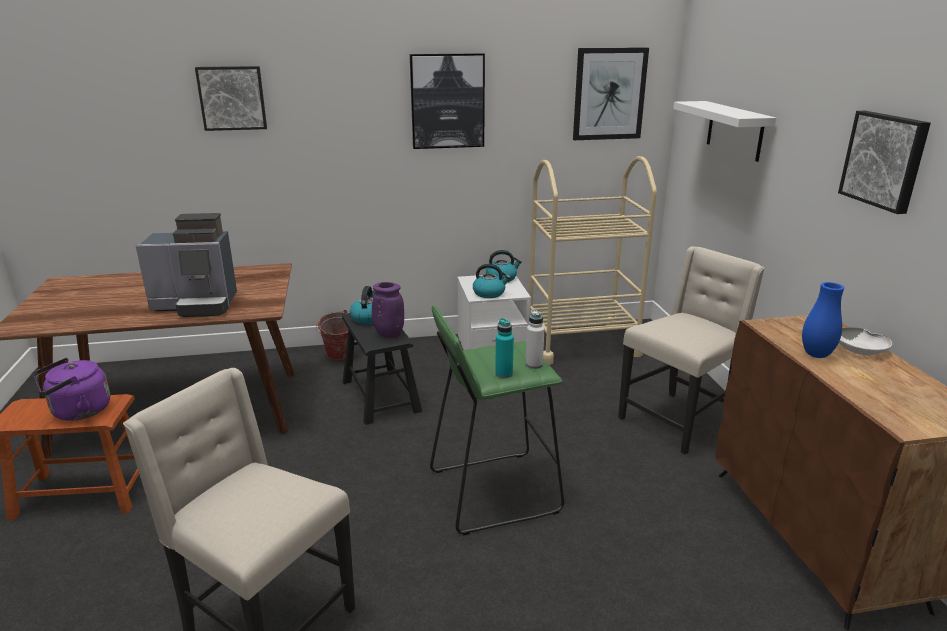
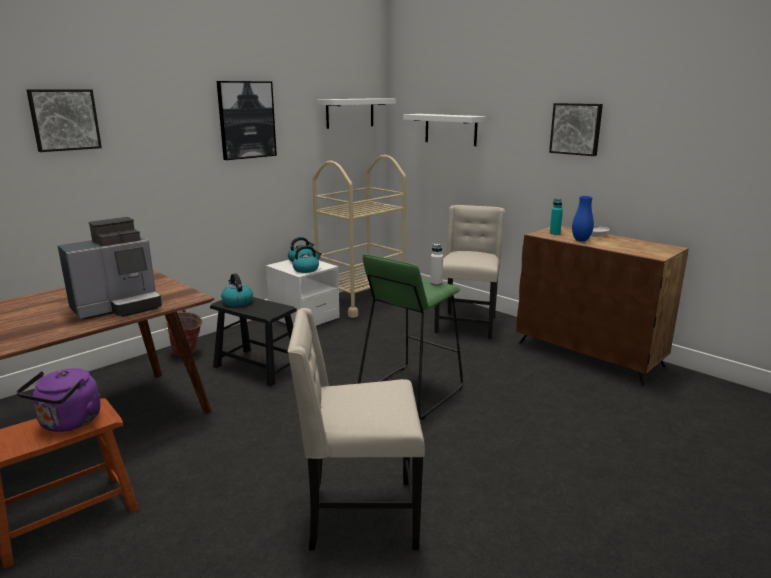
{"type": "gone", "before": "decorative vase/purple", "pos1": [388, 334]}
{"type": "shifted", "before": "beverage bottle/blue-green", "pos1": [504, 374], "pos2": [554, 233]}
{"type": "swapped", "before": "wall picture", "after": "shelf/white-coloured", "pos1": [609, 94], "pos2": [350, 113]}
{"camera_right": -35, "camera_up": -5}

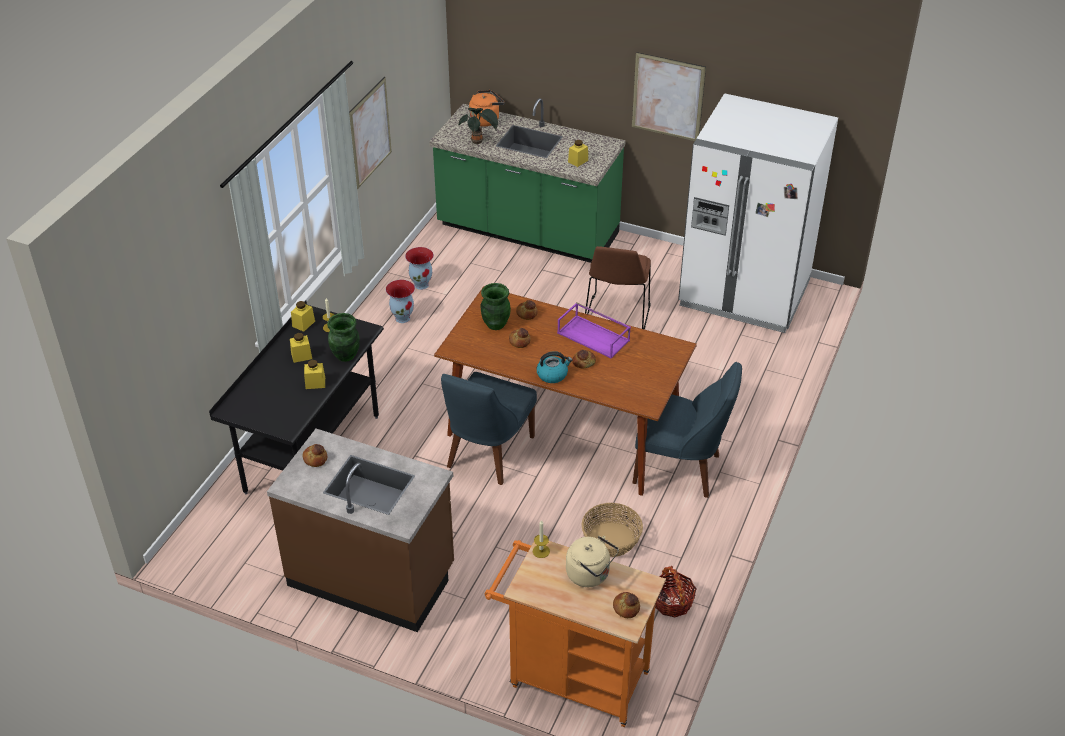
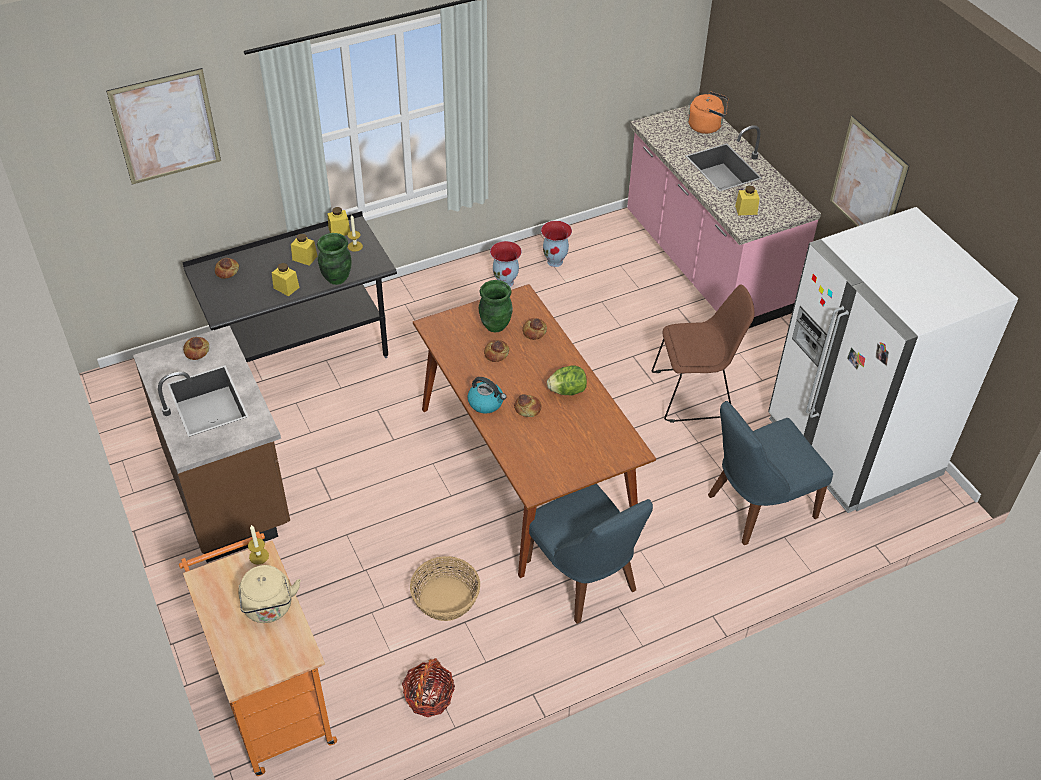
{"type": "shifted", "before": "wall picture", "pos1": [370, 133], "pos2": [166, 127]}
{"type": "repainted", "before": "kitchen counter/green", "after": "kitchen counter/pink", "pos1": [527, 232], "pos2": [705, 264]}
{"type": "shifted", "before": "chair/blue", "pos1": [488, 454], "pos2": [757, 507]}
{"type": "gone", "before": "potted plant", "pos1": [478, 142]}
{"type": "swapped", "before": "serving tray/purple", "after": "lettuce", "pos1": [594, 336], "pos2": [567, 391]}
{"type": "rotated", "before": "chair/brownish", "pos1": [616, 317], "pos2": [695, 394], "turn": -150}
{"type": "shifted", "before": "bakery bread", "pos1": [626, 608], "pos2": [227, 271]}
{"camera_right": 40, "camera_up": 5}

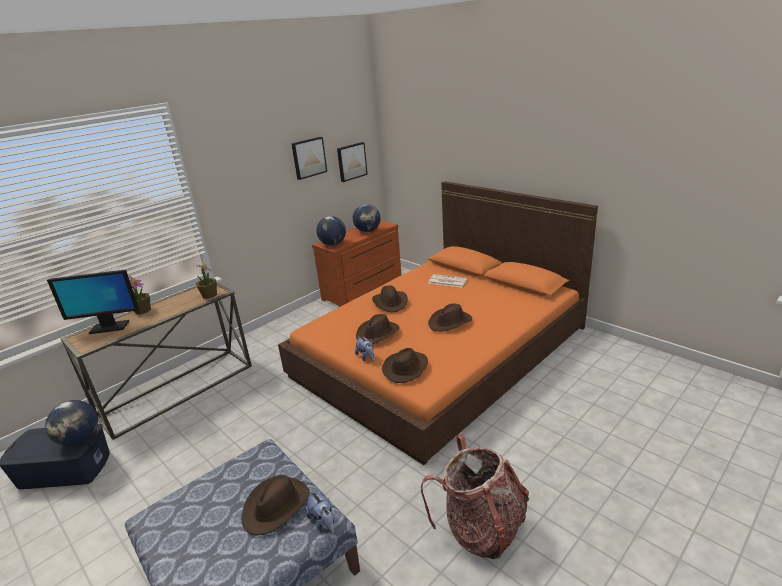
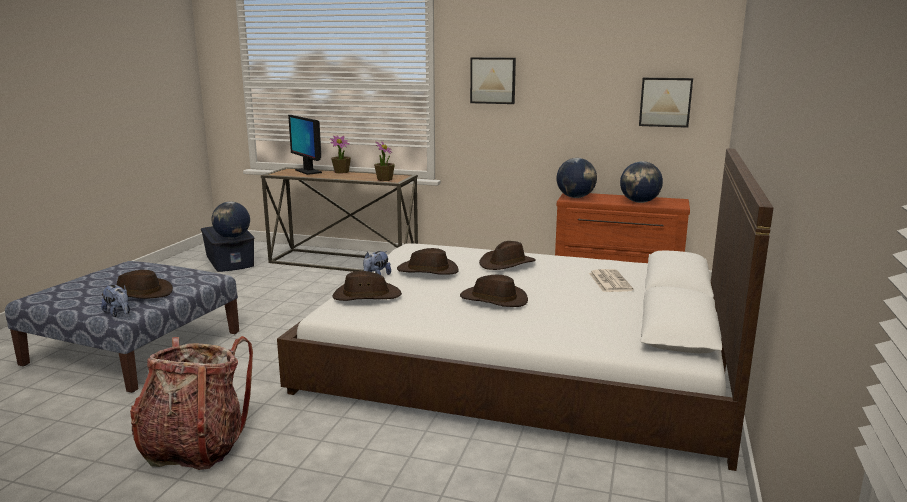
{"type": "repainted", "before": "bedroom bed/orange-coloured", "after": "bedroom bed/white-coloured", "pos1": [440, 351], "pos2": [522, 359]}
{"type": "shifted", "before": "wall picture", "pos1": [308, 157], "pos2": [493, 80]}
{"type": "rotated", "before": "soft toy", "pos1": [323, 522], "pos2": [118, 313], "turn": -75}
{"camera_right": 60, "camera_up": -10}

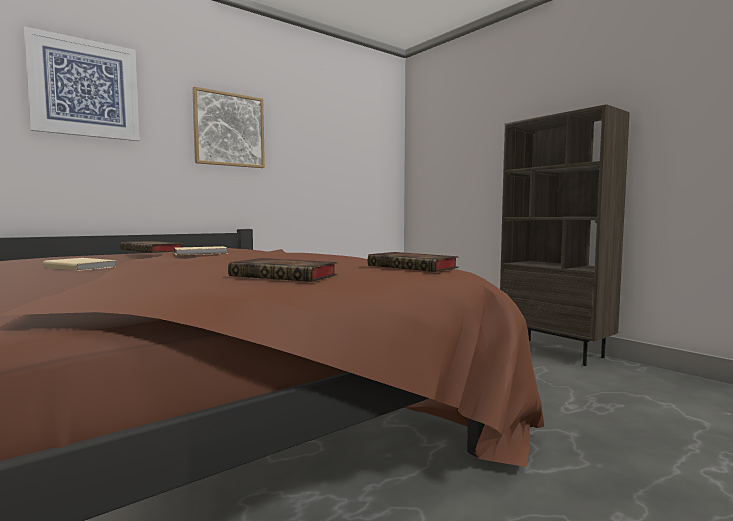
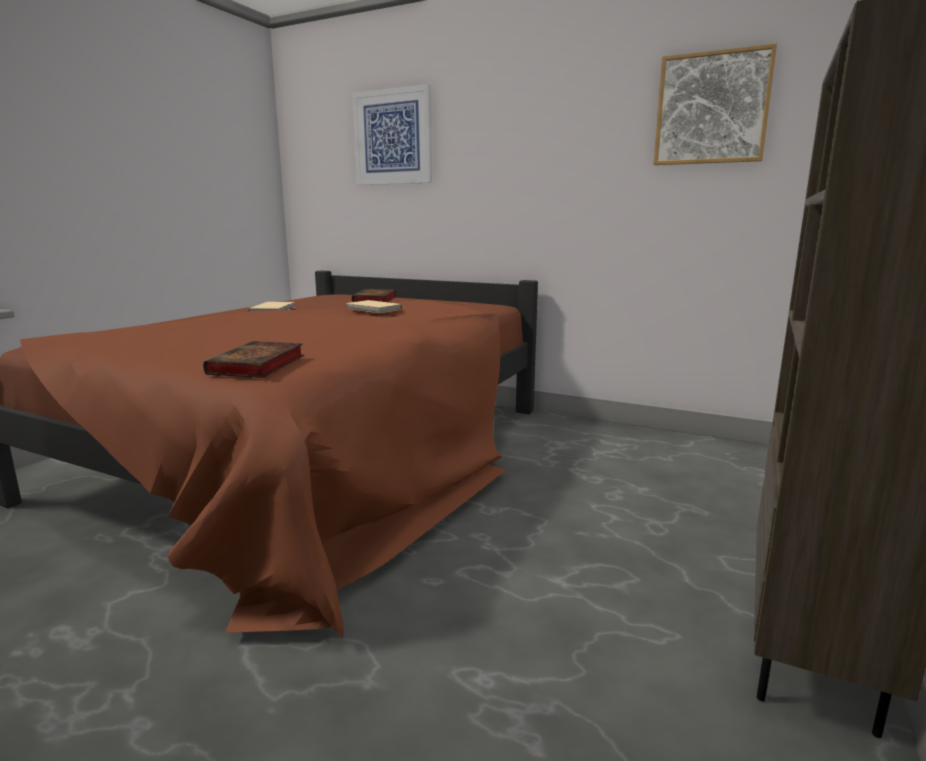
{"type": "shifted", "before": "wall picture", "pos1": [229, 130], "pos2": [712, 108]}
{"type": "gone", "before": "bound book", "pos1": [287, 276]}
{"camera_right": 65, "camera_up": 10}

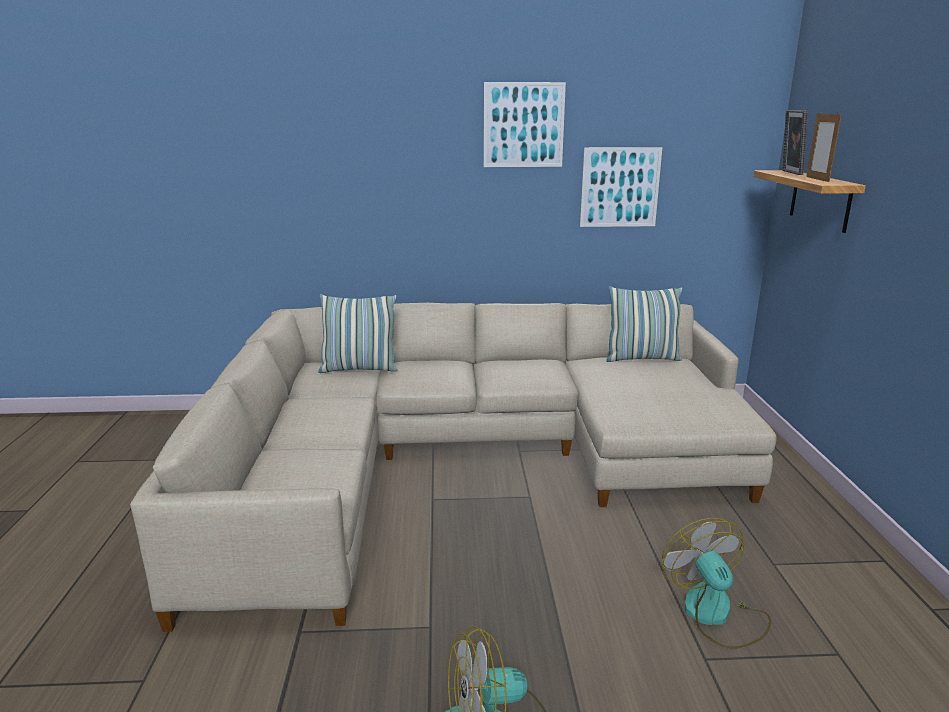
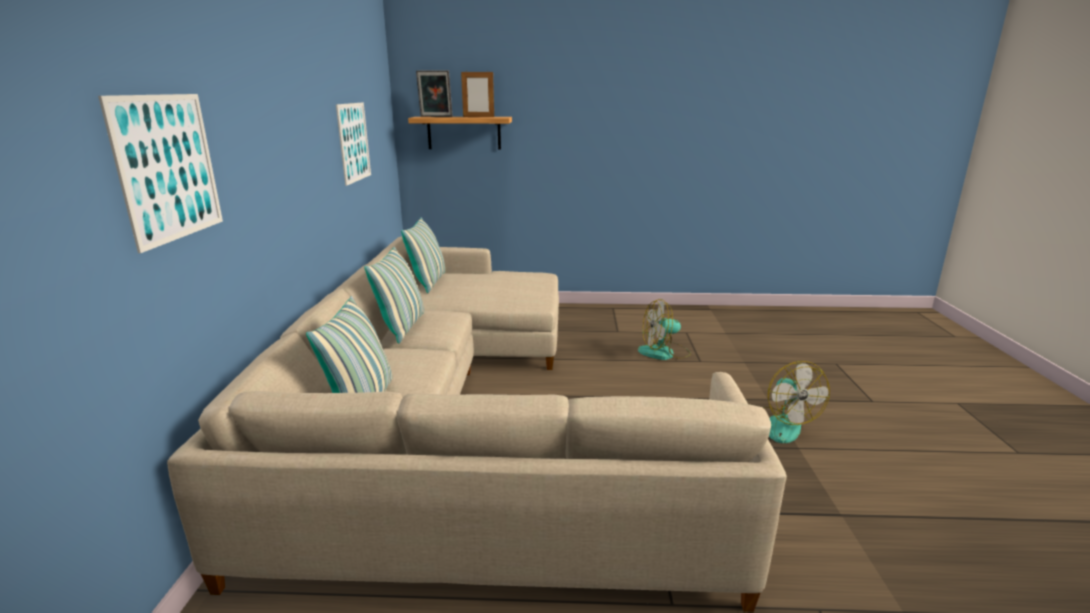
{"type": "shifted", "before": "wall picture", "pos1": [523, 125], "pos2": [168, 168]}
{"type": "new", "after": "pillow", "pos2": [402, 327]}
{"camera_right": -85, "camera_up": 0}

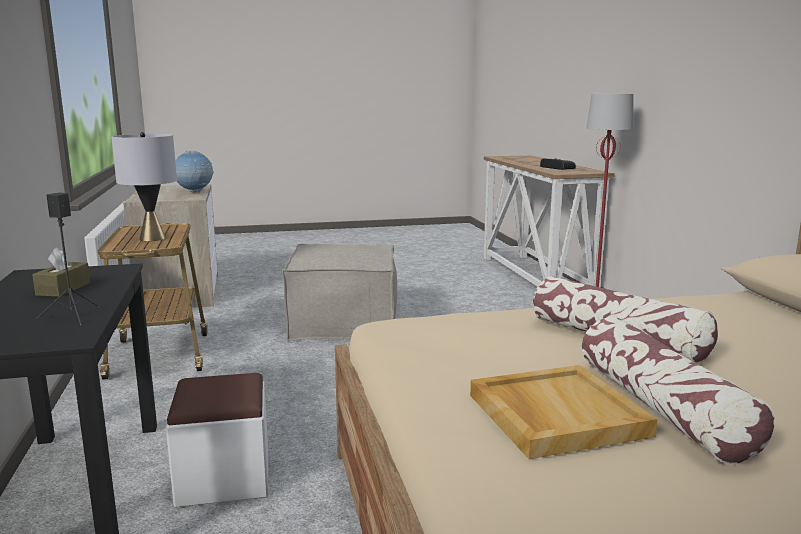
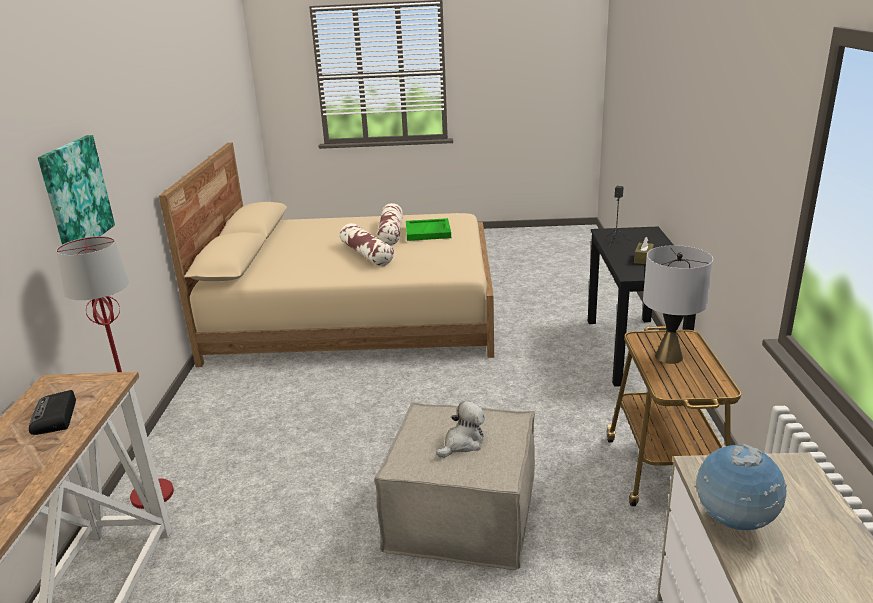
{"type": "gone", "before": "ottoman/white-coloured", "pos1": [224, 478]}
{"type": "repainted", "before": "serving tray/beige-coloured", "after": "serving tray/green", "pos1": [555, 414], "pos2": [428, 232]}
{"type": "new", "after": "wall picture", "pos2": [75, 194]}
{"type": "new", "after": "soft toy", "pos2": [463, 443]}
{"camera_right": -165, "camera_up": 10}

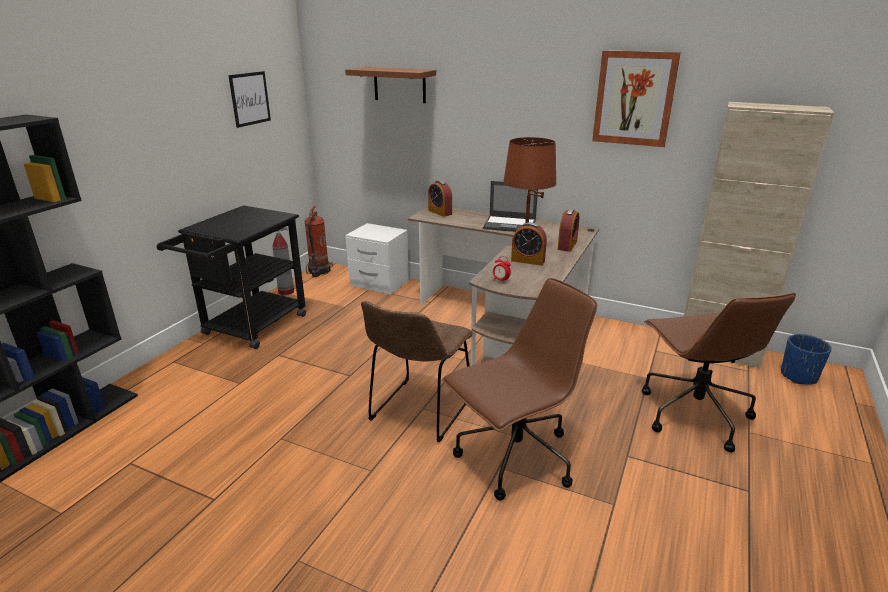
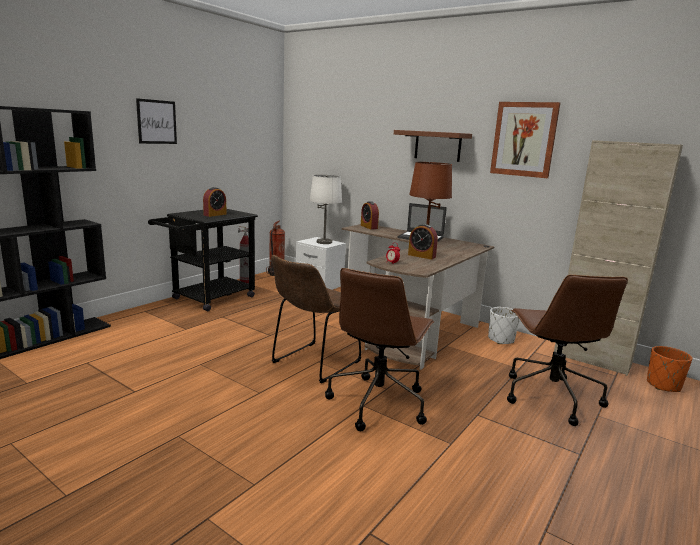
{"type": "shifted", "before": "wall picture", "pos1": [250, 99], "pos2": [156, 122]}
{"type": "shifted", "before": "shelf/brownish", "pos1": [399, 85], "pos2": [437, 146]}
{"type": "rotated", "before": "office chair/brownish", "pos1": [514, 459], "pos2": [378, 402], "turn": 135}
{"type": "shifted", "before": "table clock", "pos1": [567, 245], "pos2": [215, 214]}
{"type": "repainted", "before": "planter/blue", "after": "planter/orange-coloured", "pos1": [798, 376], "pos2": [663, 385]}
{"type": "new", "after": "tabletop lamp/white-coloured", "pos2": [324, 242]}
{"type": "new", "after": "planter/white-coloured", "pos2": [501, 339]}
{"camera_right": 10, "camera_up": -10}

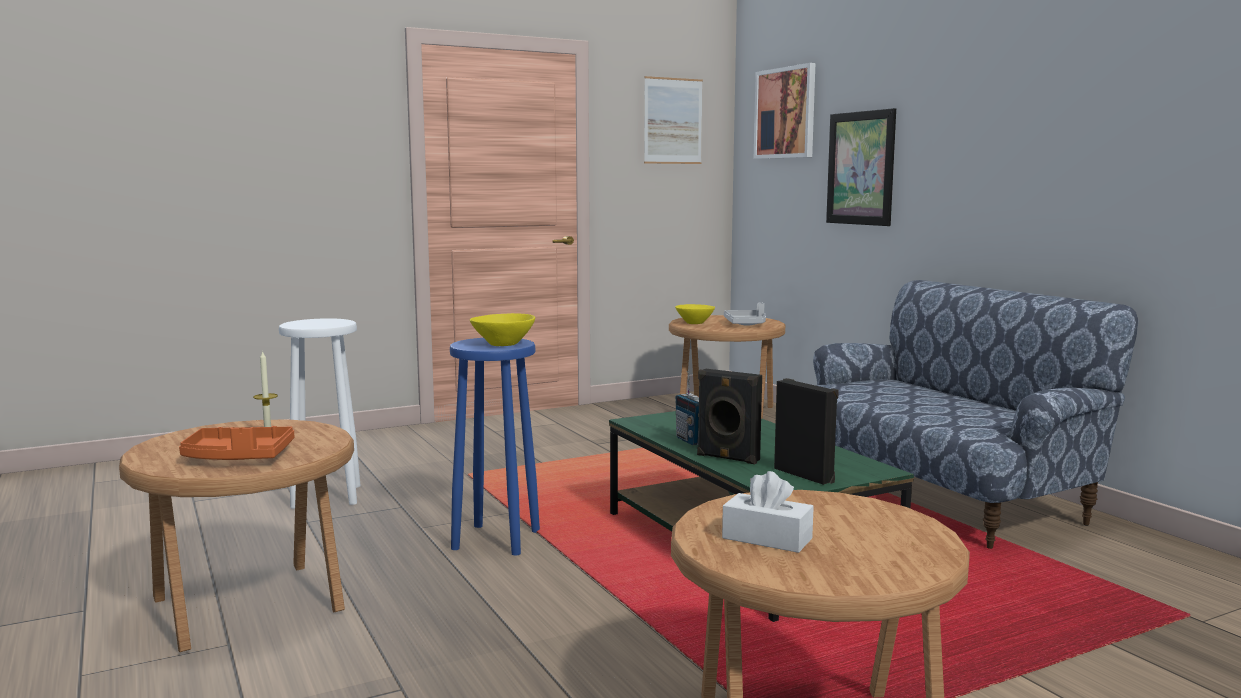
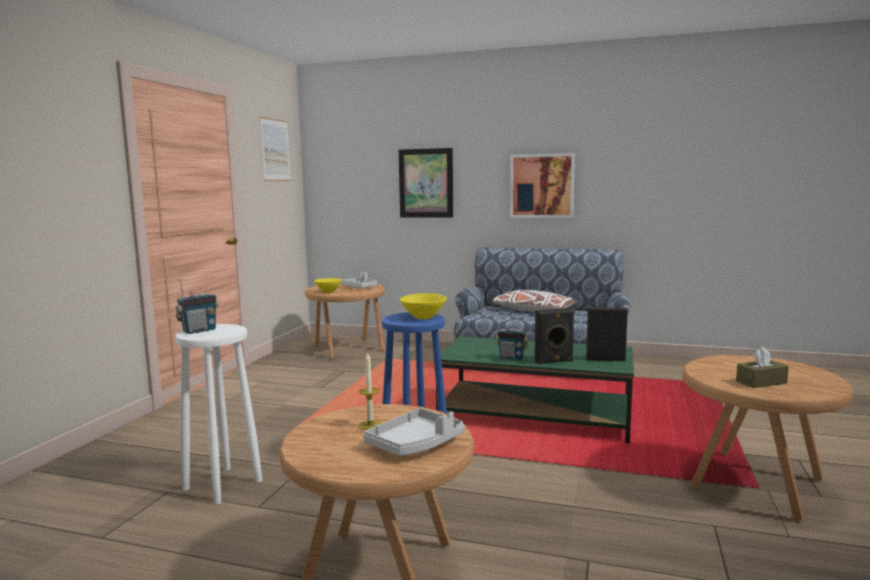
{"type": "repainted", "before": "serving tray/orange-coloured", "after": "serving tray/greyish", "pos1": [238, 458], "pos2": [415, 444]}
{"type": "repainted", "before": "tissue holder/white-coloured", "after": "tissue holder/brownish", "pos1": [767, 538], "pos2": [761, 382]}
{"type": "shifted", "before": "wall picture", "pos1": [785, 113], "pos2": [542, 186]}
{"type": "new", "after": "radio set", "pos2": [199, 331]}
{"type": "new", "after": "pillow/white-coloured", "pos2": [533, 311]}
{"camera_right": -45, "camera_up": 0}

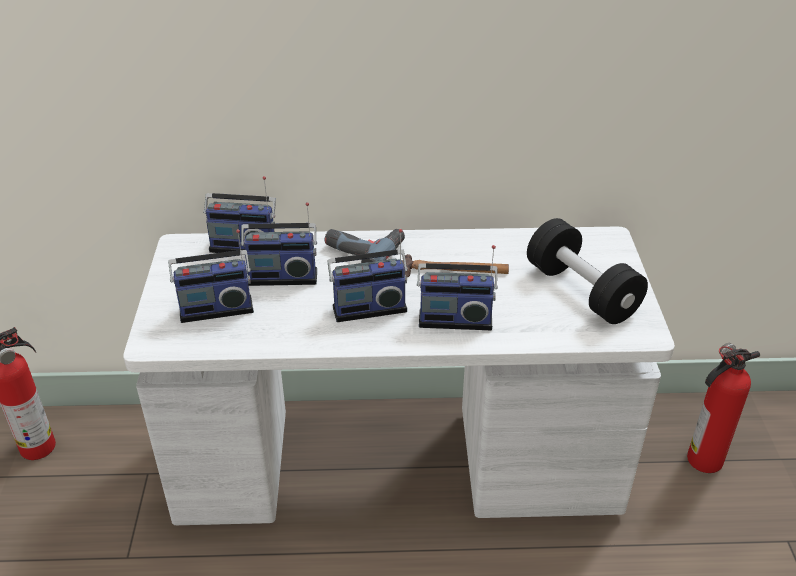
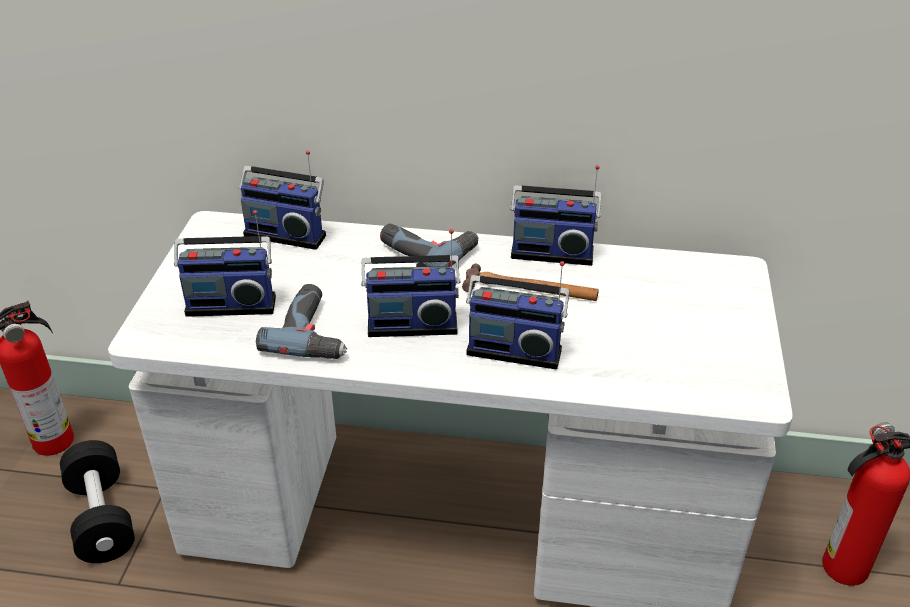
{"type": "shifted", "before": "radio set", "pos1": [282, 276], "pos2": [552, 251]}
{"type": "shifted", "before": "hand weight/black", "pos1": [581, 291], "pos2": [102, 518]}
{"type": "new", "after": "drill", "pos2": [314, 332]}
{"camera_right": 10, "camera_up": 0}

